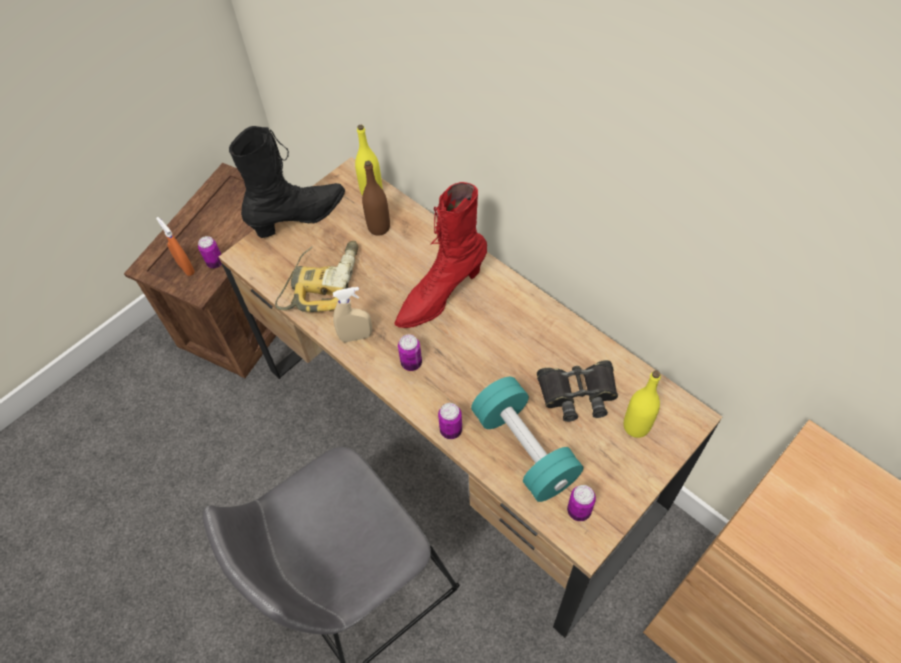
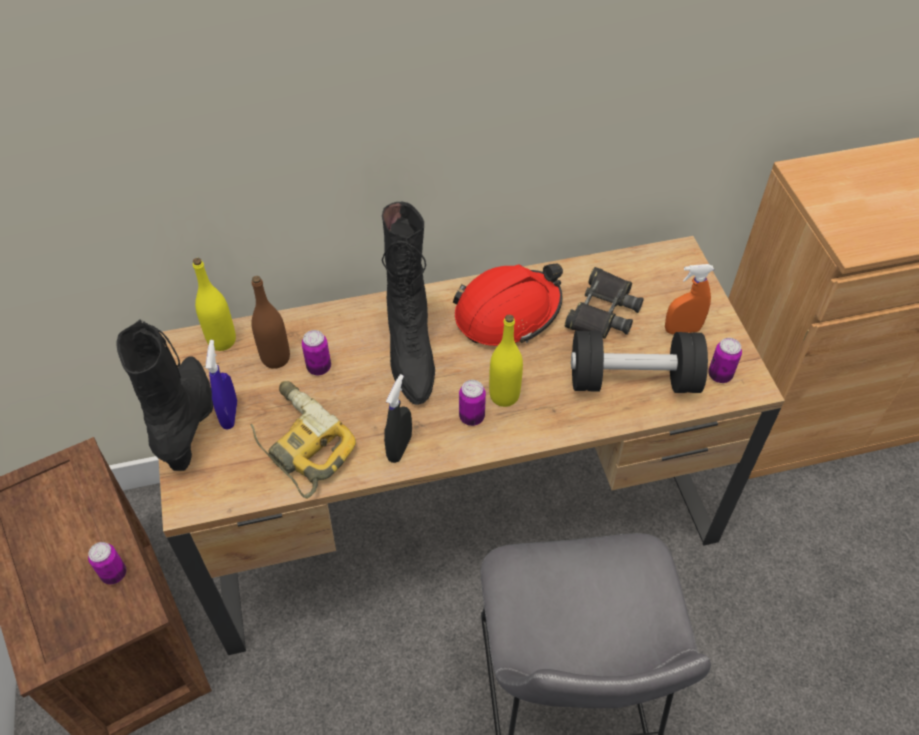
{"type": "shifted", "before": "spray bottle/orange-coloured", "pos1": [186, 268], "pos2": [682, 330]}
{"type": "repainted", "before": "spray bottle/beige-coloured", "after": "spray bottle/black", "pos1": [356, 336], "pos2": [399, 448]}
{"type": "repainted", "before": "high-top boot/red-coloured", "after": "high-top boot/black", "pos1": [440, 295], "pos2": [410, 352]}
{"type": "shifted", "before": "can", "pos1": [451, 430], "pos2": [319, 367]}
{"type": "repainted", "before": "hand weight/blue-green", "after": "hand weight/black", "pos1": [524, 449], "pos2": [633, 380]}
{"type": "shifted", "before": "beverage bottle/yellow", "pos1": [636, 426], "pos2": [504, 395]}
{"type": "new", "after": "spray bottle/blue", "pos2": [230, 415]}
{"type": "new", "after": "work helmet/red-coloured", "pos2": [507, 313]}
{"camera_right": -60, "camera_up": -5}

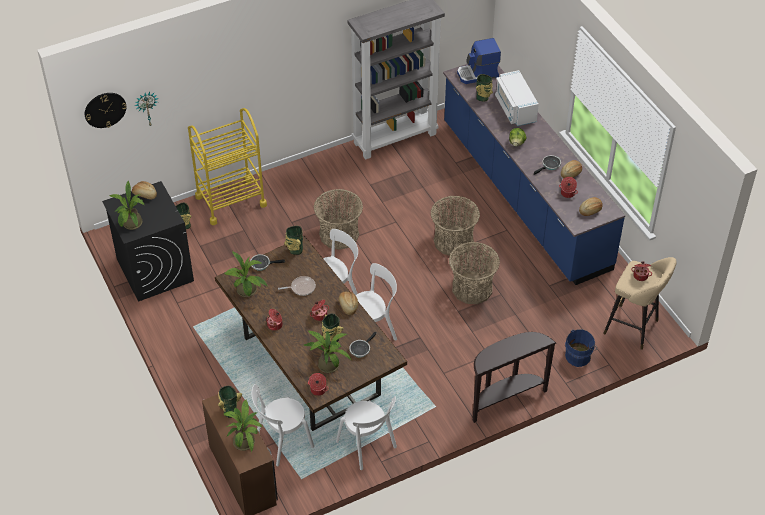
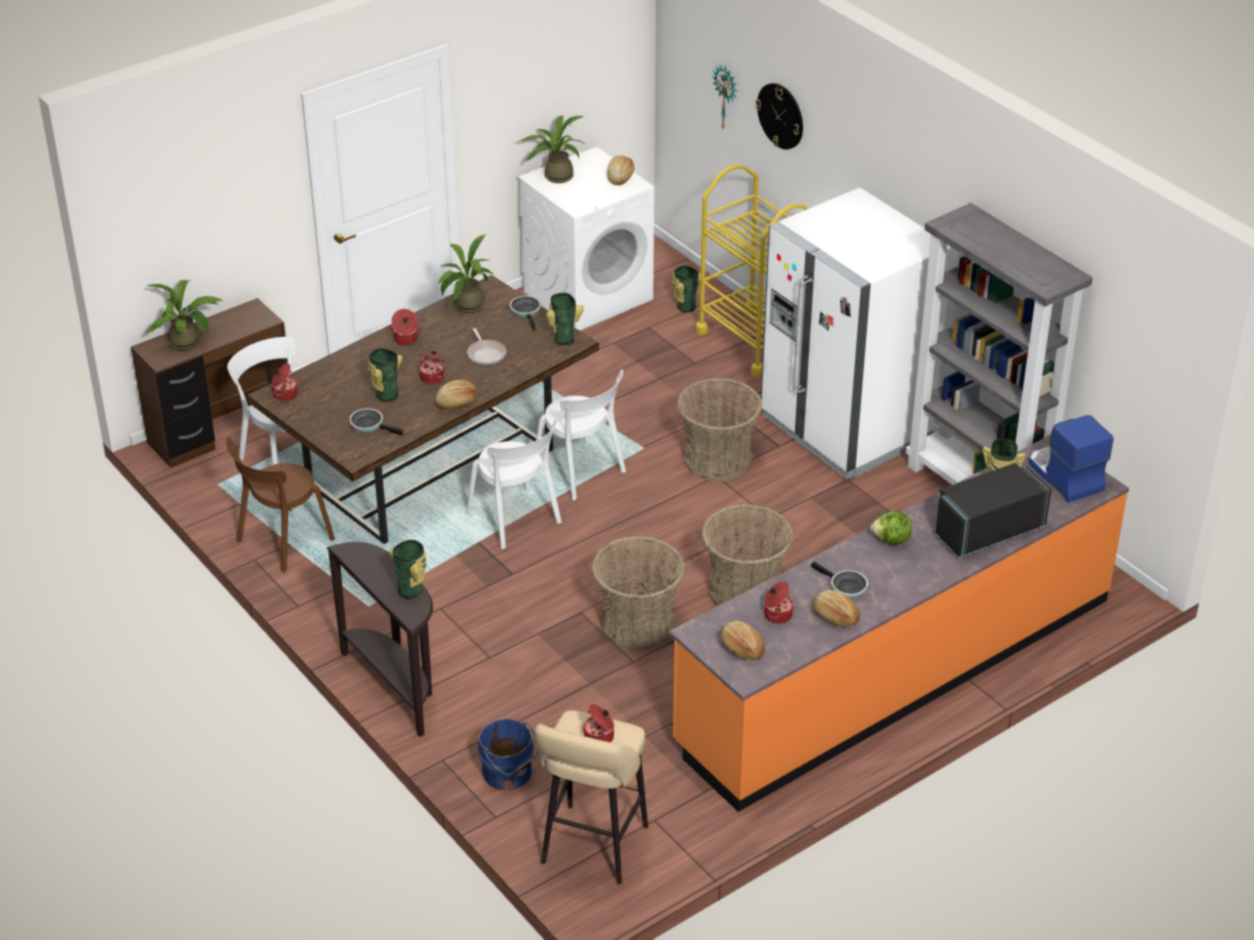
{"type": "shifted", "before": "clock on the wall", "pos1": [105, 109], "pos2": [781, 115]}
{"type": "repainted", "before": "laundry machine/black", "after": "laundry machine/white-coloured", "pos1": [154, 270], "pos2": [588, 295]}
{"type": "shifted", "before": "decorative vase", "pos1": [229, 411], "pos2": [411, 590]}
{"type": "gone", "before": "potted plant", "pos1": [327, 363]}
{"type": "repainted", "before": "chair/white-coloured", "after": "chair/brownish", "pos1": [367, 446], "pos2": [282, 542]}
{"type": "repainted", "before": "kitchen counter/blue", "after": "kitchen counter/orange-coloured", "pos1": [523, 195], "pos2": [895, 671]}
{"type": "repainted", "before": "microwave oven/white-coloured", "after": "microwave oven/black", "pos1": [515, 108], "pos2": [988, 531]}
{"type": "new", "after": "fridge/white-coloured", "pos2": [845, 428]}
{"camera_right": 80, "camera_up": -10}

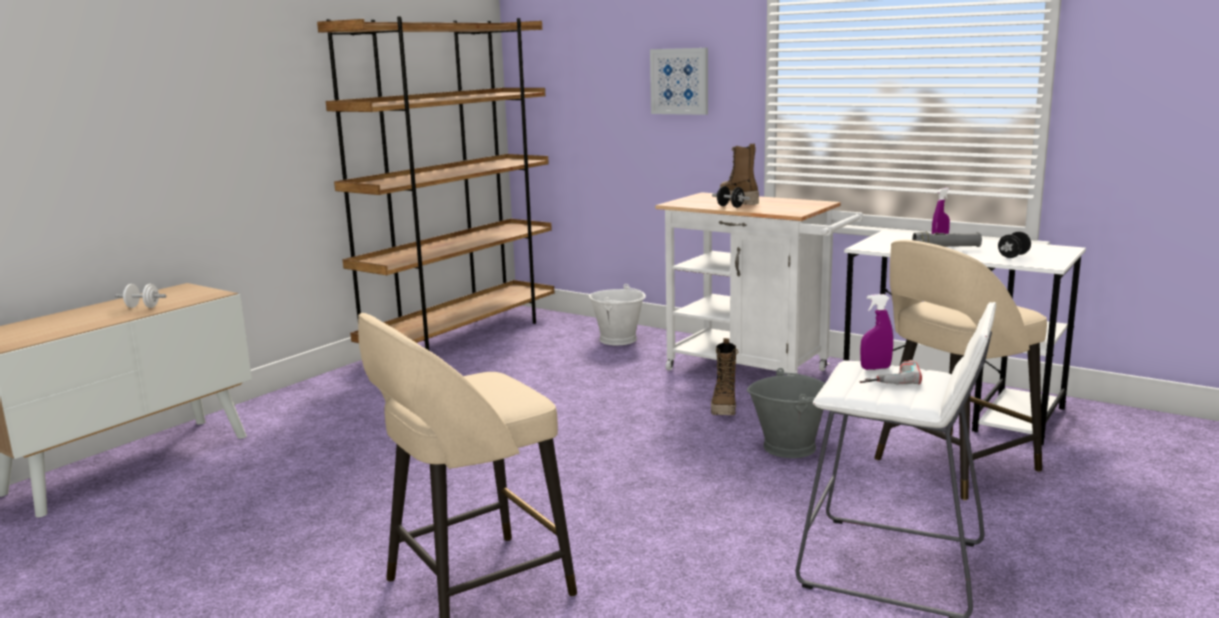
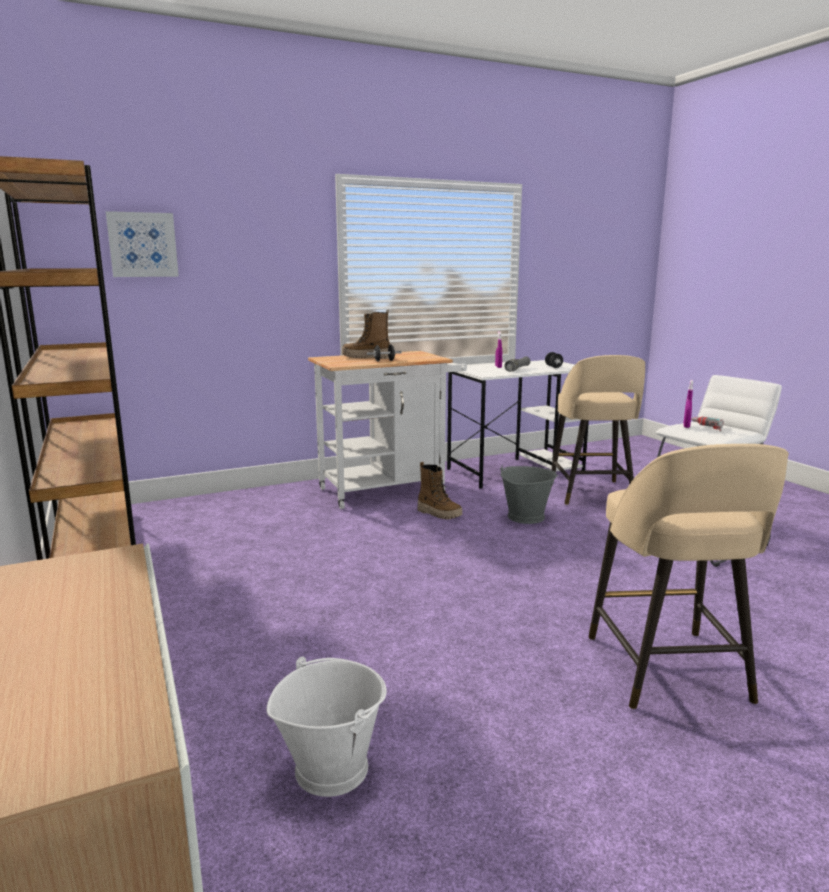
{"type": "gone", "before": "hand weight/white-coloured", "pos1": [143, 307]}
{"type": "shifted", "before": "water bucket/white-coloured", "pos1": [618, 339], "pos2": [331, 768]}
{"type": "shifted", "before": "wall picture", "pos1": [680, 81], "pos2": [143, 245]}
{"camera_right": -60, "camera_up": 0}

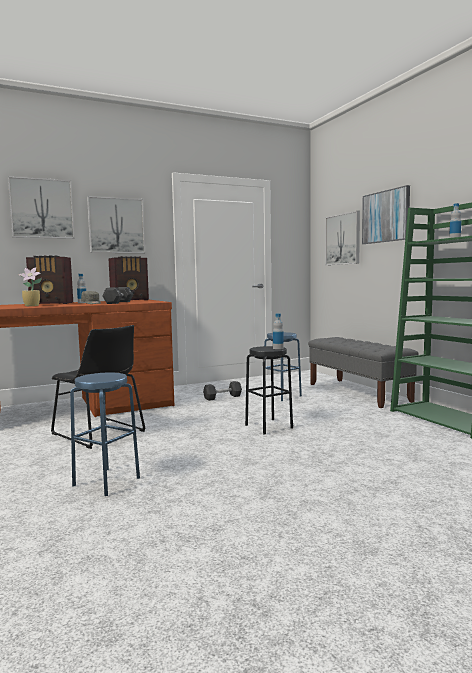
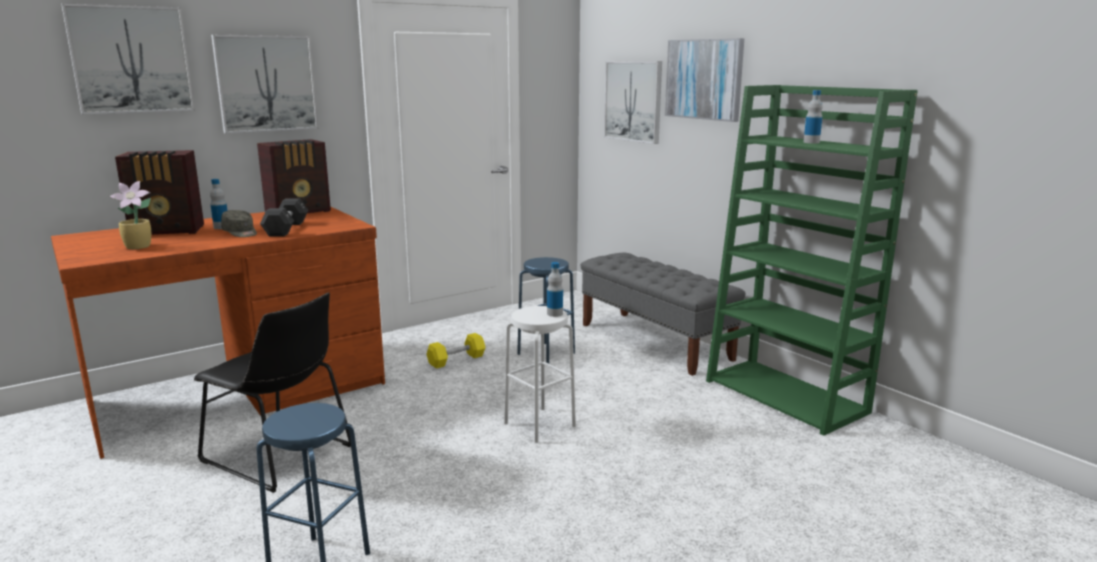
{"type": "repainted", "before": "hand weight/greyish", "after": "hand weight/yellow", "pos1": [222, 397], "pos2": [456, 360]}
{"type": "repainted", "before": "sitting stool/black", "after": "sitting stool/white-coloured", "pos1": [269, 426], "pos2": [540, 424]}
{"camera_right": -10, "camera_up": 10}

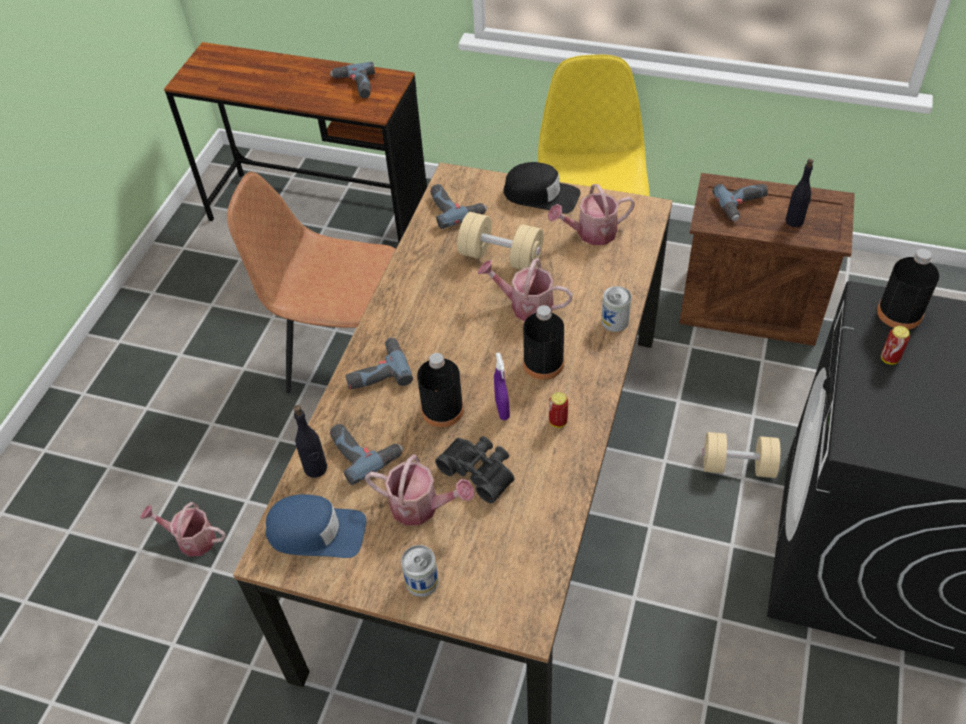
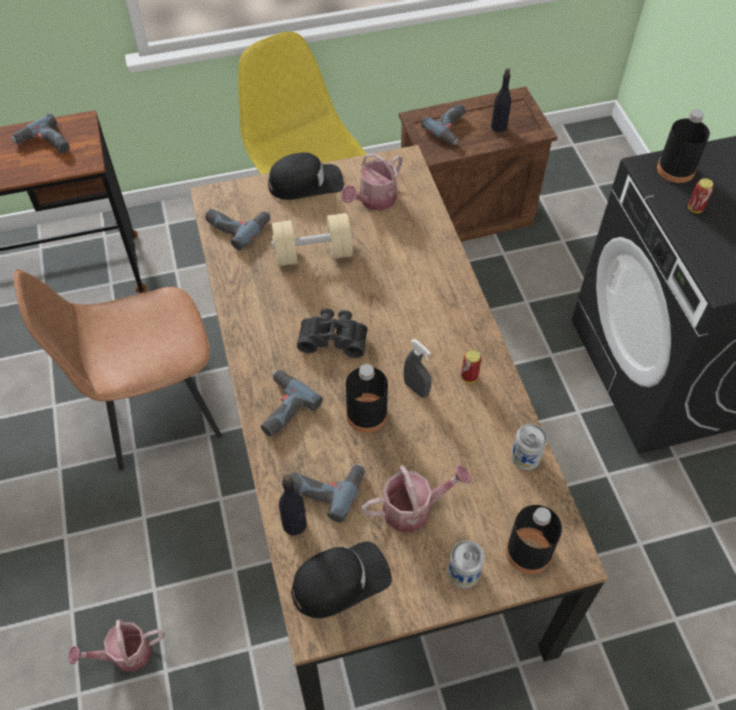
{"type": "repainted", "before": "peaked cap/blue", "after": "peaked cap/black", "pos1": [316, 532], "pos2": [340, 581]}
{"type": "shifted", "before": "binoculars/black", "pos1": [480, 471], "pos2": [333, 338]}
{"type": "gone", "before": "watering pot", "pos1": [525, 306]}
{"type": "repainted", "before": "spray bottle/purple", "after": "spray bottle/greyish", "pos1": [502, 409], "pos2": [416, 389]}
{"type": "shifted", "before": "beverage bottle/black", "pos1": [543, 363], "pos2": [528, 551]}
{"type": "shifted", "before": "can", "pos1": [615, 321], "pos2": [525, 456]}
{"type": "gone", "before": "hand weight/beige-coloured", "pos1": [738, 466]}
{"camera_right": -35, "camera_up": 5}

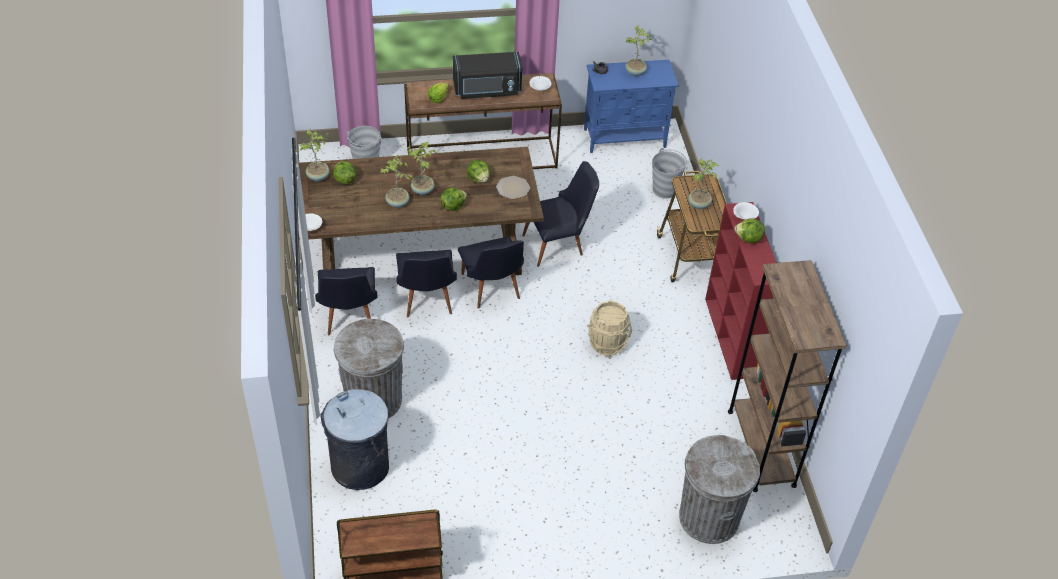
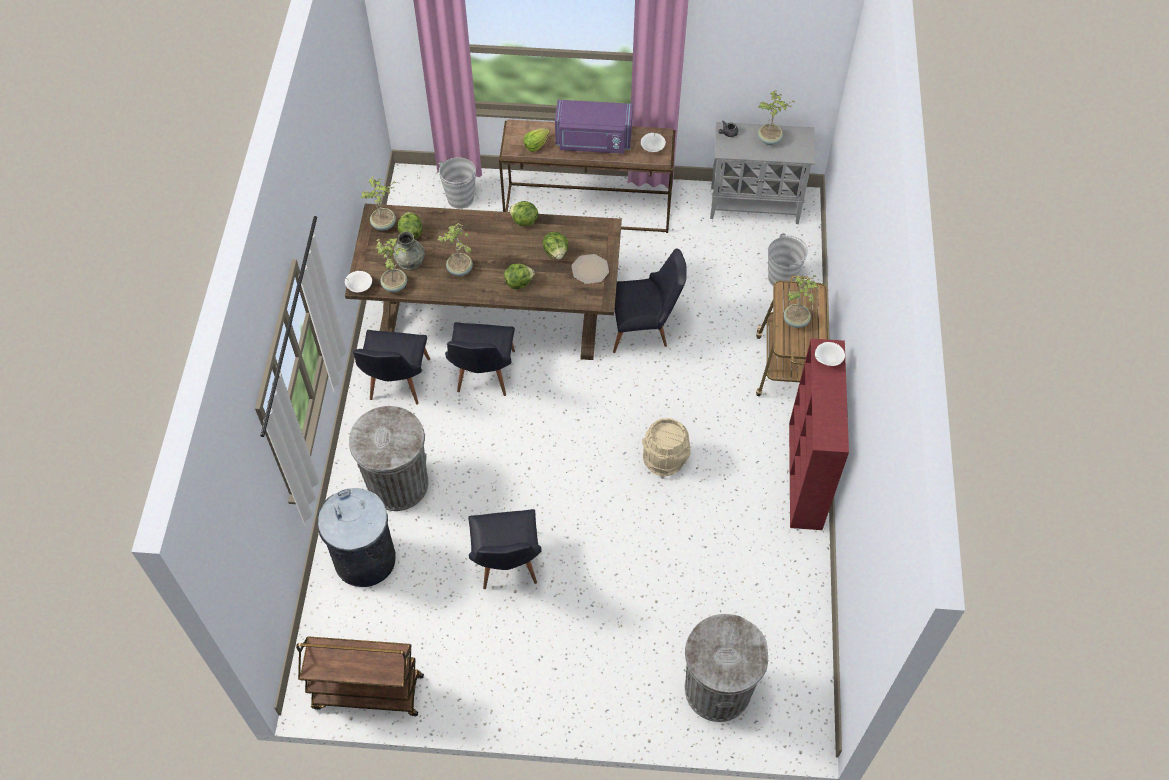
{"type": "shifted", "before": "potted plant", "pos1": [423, 190], "pos2": [395, 285]}
{"type": "repainted", "before": "microwave oven/black", "after": "microwave oven/purple", "pos1": [487, 90], "pos2": [593, 141]}
{"type": "shifted", "before": "chair/black", "pos1": [492, 291], "pos2": [507, 566]}
{"type": "repainted", "before": "cupboard/blue", "after": "cupboard/greyish", "pos1": [625, 138], "pos2": [755, 205]}
{"type": "gone", "before": "bookshelf/brownish", "pos1": [761, 447]}
{"type": "shifted", "before": "lettuce", "pos1": [748, 239], "pos2": [524, 221]}
{"type": "new", "after": "decorative vase/greyish", "pos2": [410, 260]}
{"camera_right": 15, "camera_up": 10}

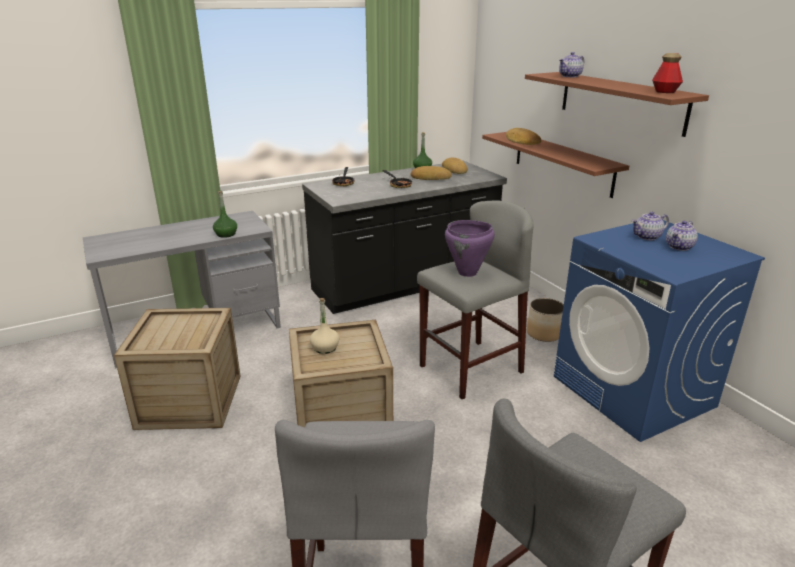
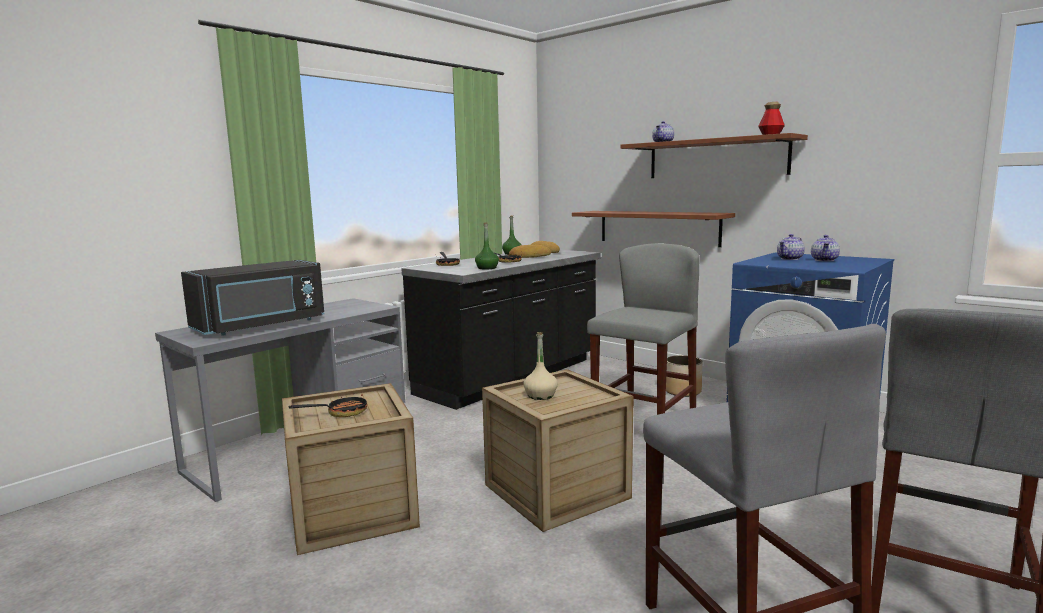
{"type": "shifted", "before": "beverage bottle/green", "pos1": [226, 234], "pos2": [487, 268]}
{"type": "gone", "before": "stockpot/purple", "pos1": [467, 273]}
{"type": "gone", "before": "bakery bread", "pos1": [522, 141]}
{"type": "new", "after": "microwave oven/black", "pos2": [261, 326]}
{"type": "new", "after": "pan", "pos2": [341, 413]}
{"camera_right": -20, "camera_up": -15}

